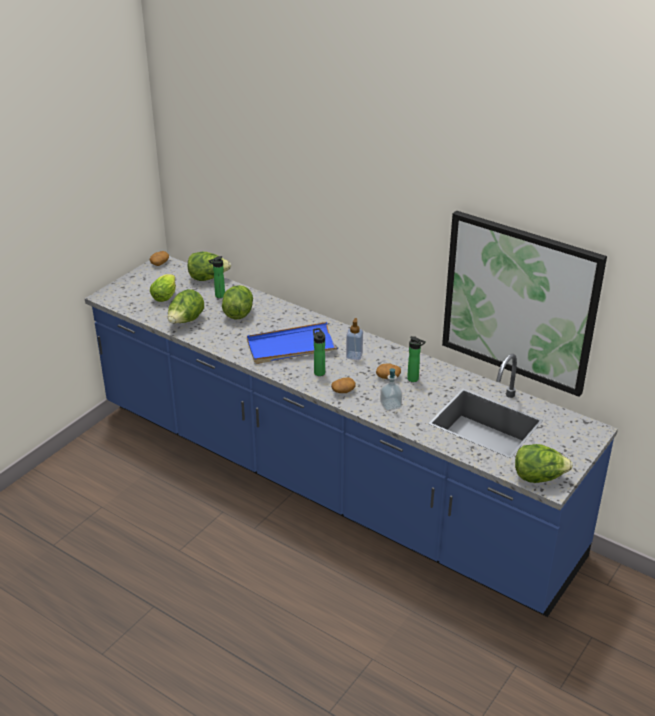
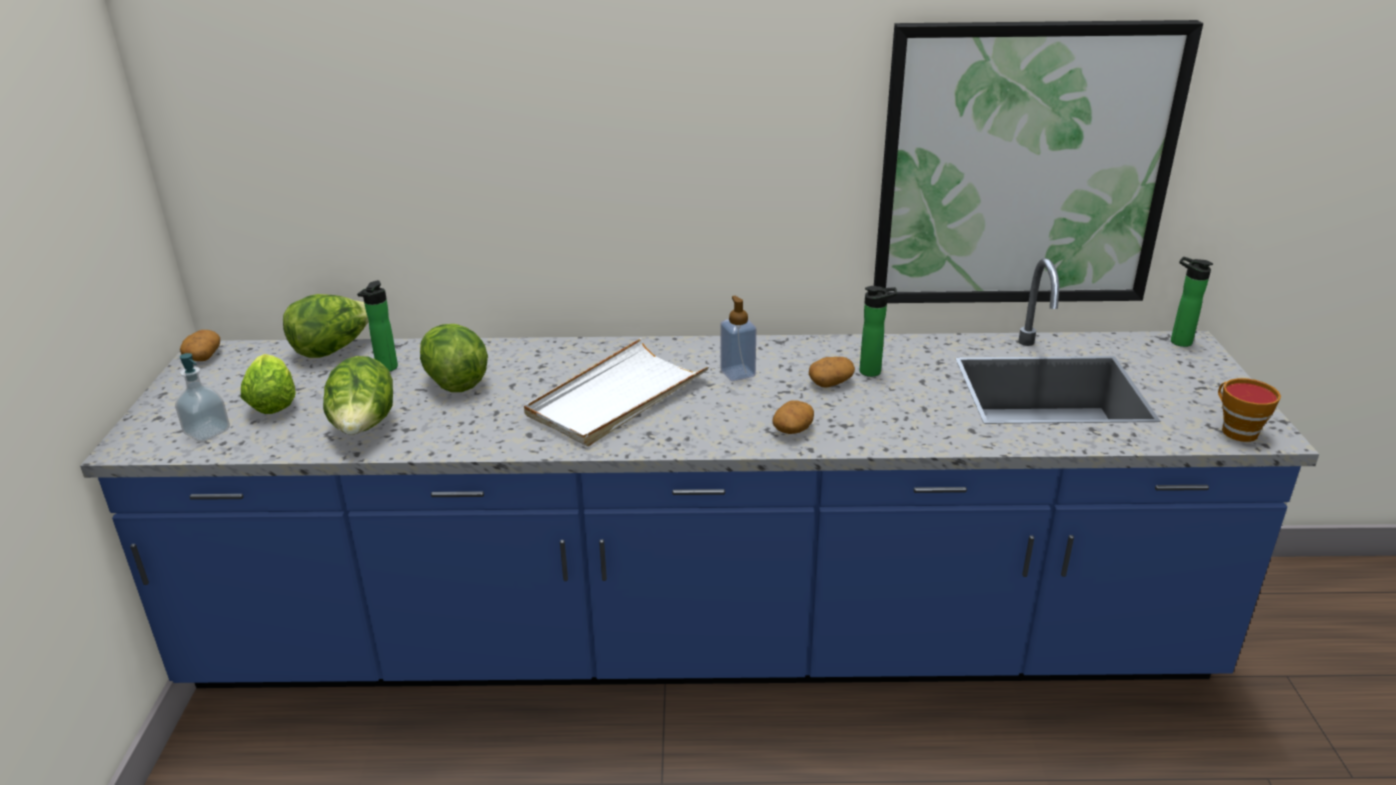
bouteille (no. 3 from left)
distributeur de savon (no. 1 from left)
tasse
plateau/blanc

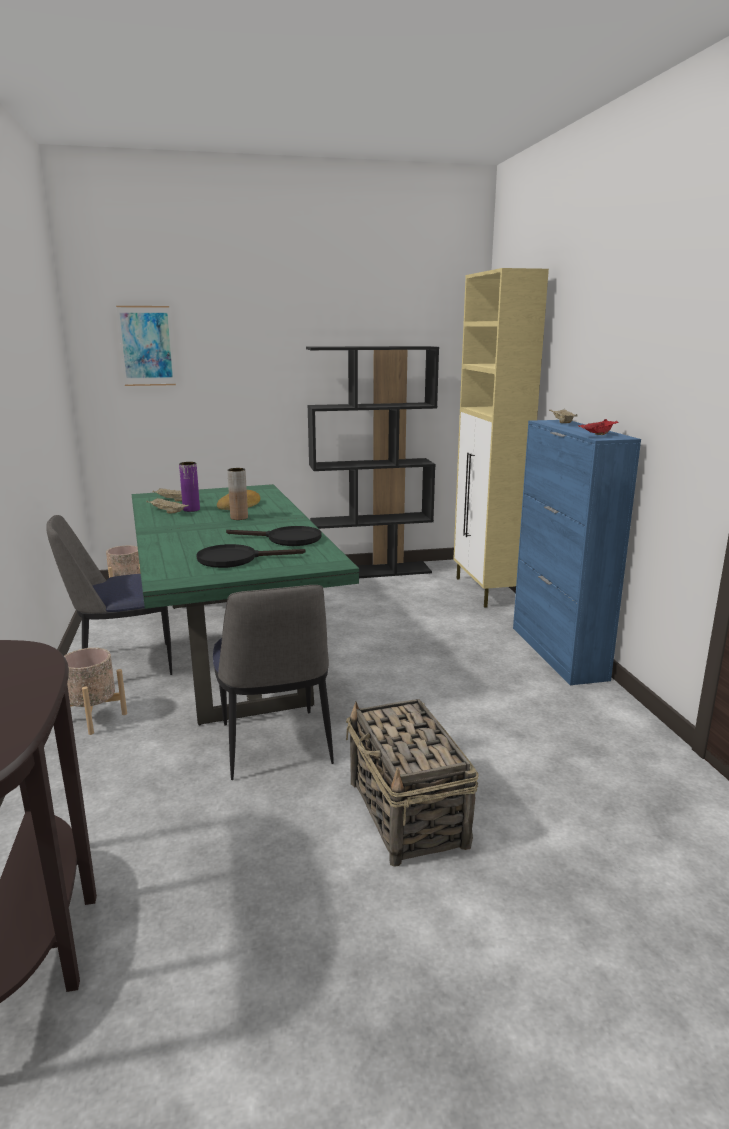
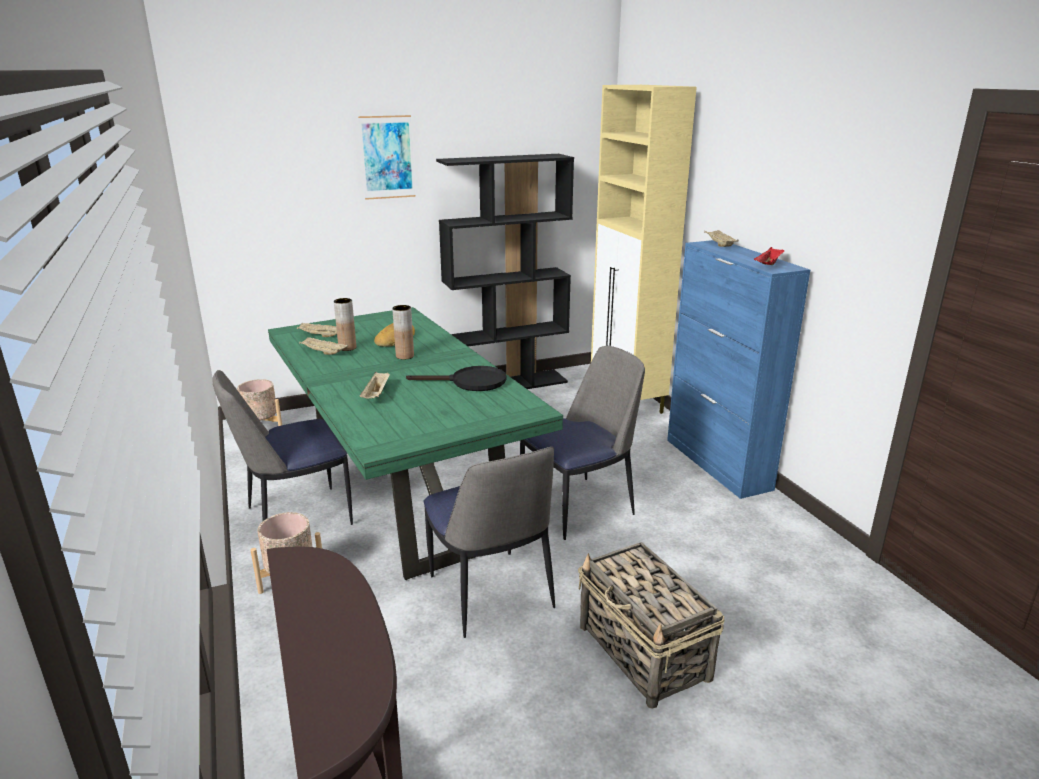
poêle/noir (no. 1 from left in the first image)
plateau/beige (no. 3 from left)
chaise (no. 3 from left)
tableau
vase/marron (no. 1 from left)

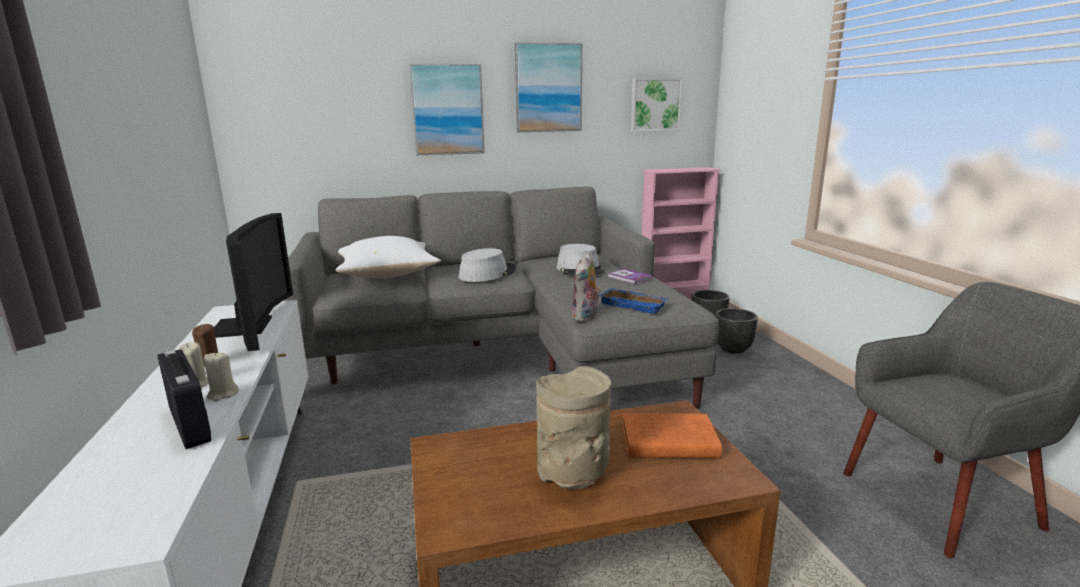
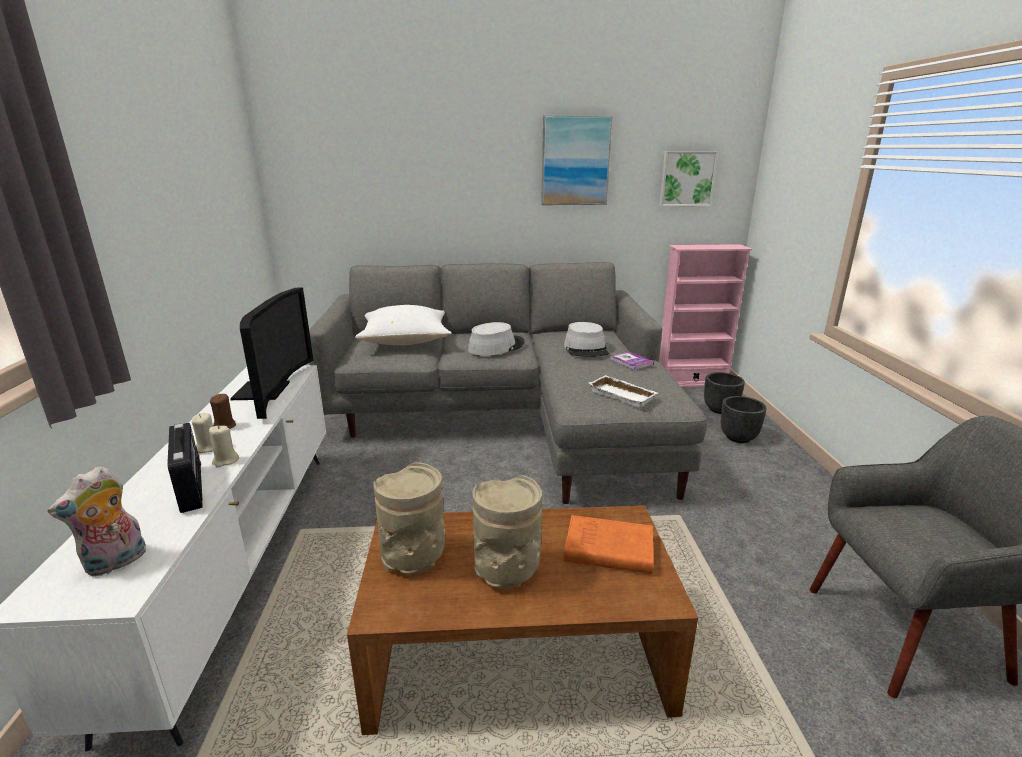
tableau (no. 1 from left in the first image)
vase/beige (no. 1 from left)
peluche
plateau/blanc

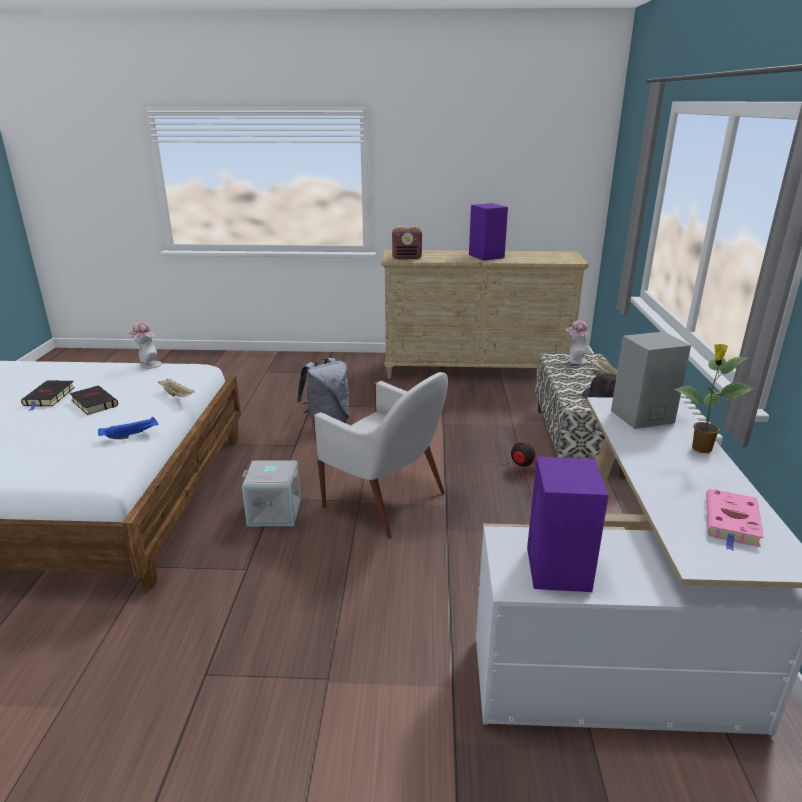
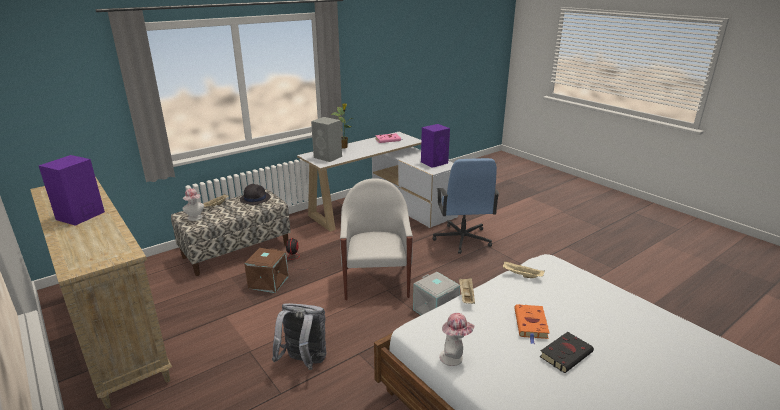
radio
boîte de rangement/marron
chaise de bureau/bleu
livre/orange
plateau/beige (no. 3 from left)

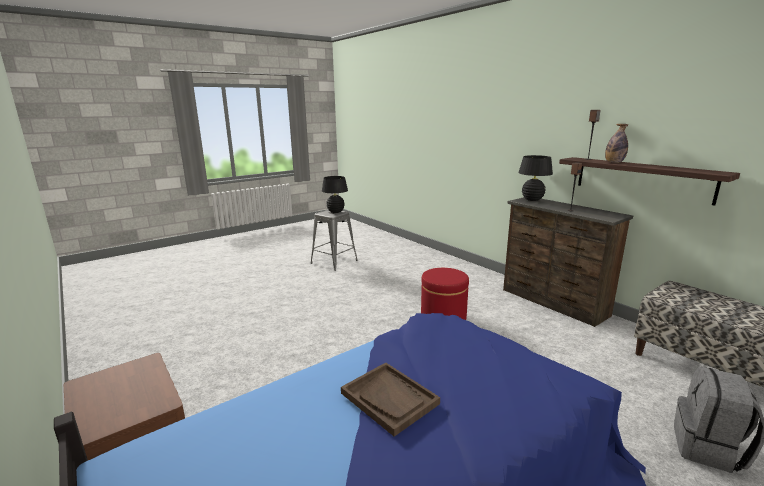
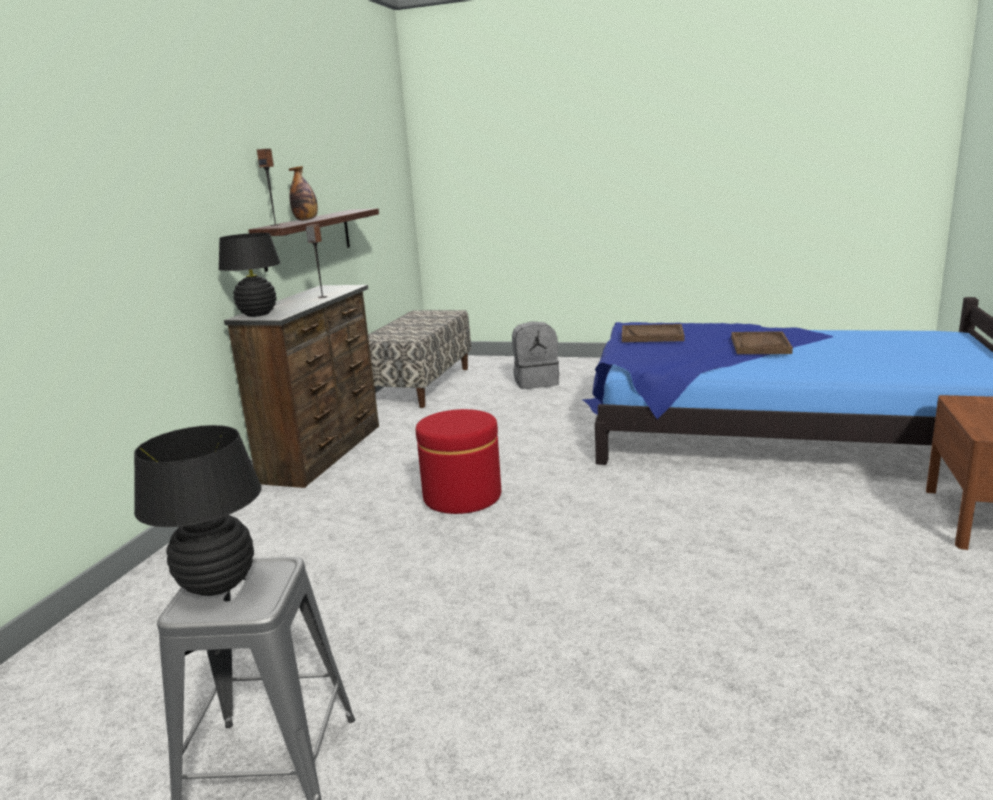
plateau/marron (no. 1 from left)

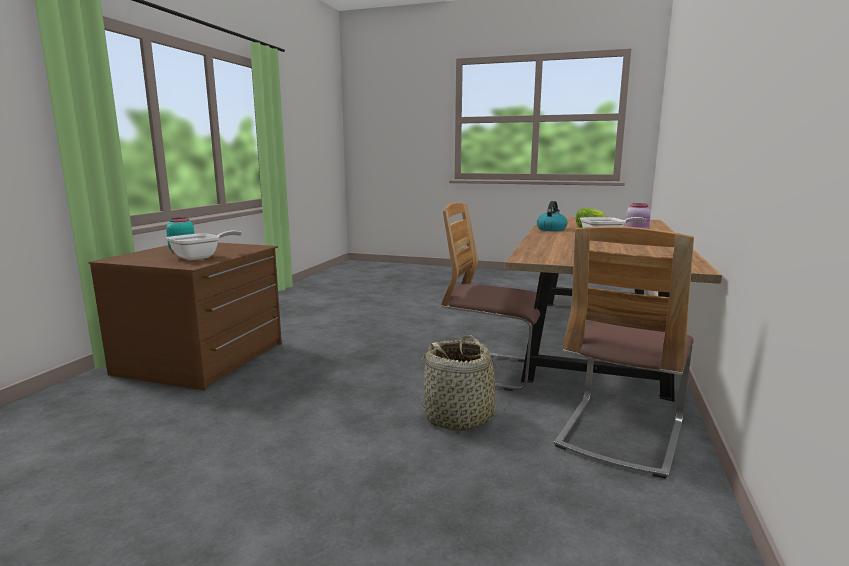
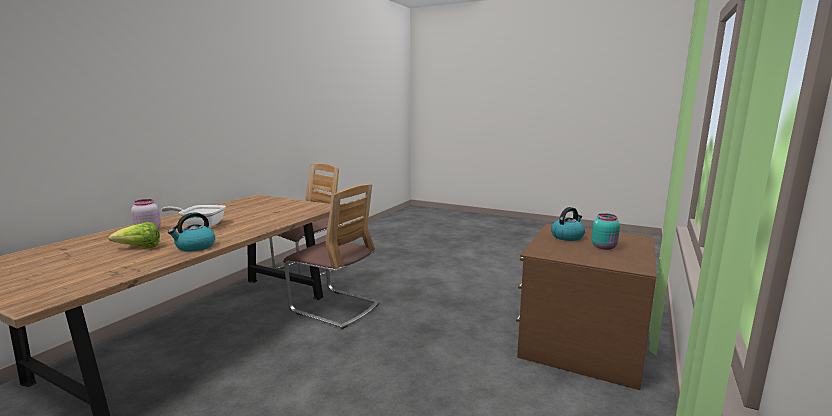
panier
bouilloire (no. 2 from left)

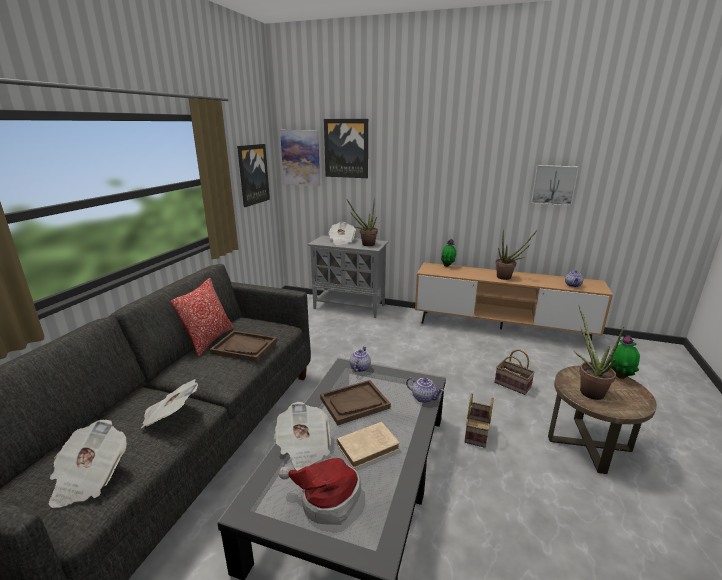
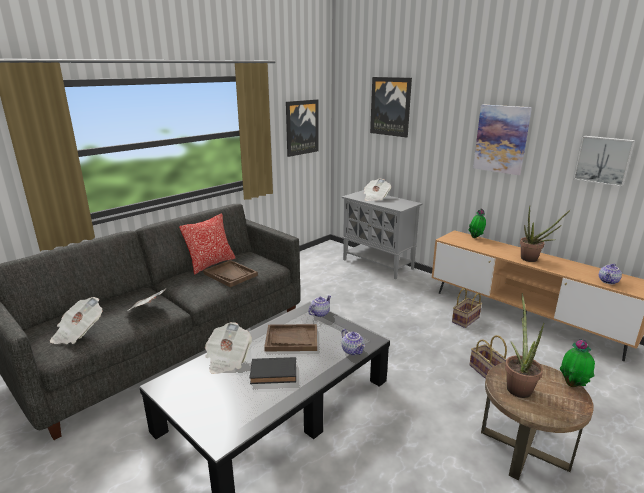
chapeau
plante en pot (no. 1 from left in the first image)
tableau (no. 3 from left)
panier (no. 1 from left)
livre/noir

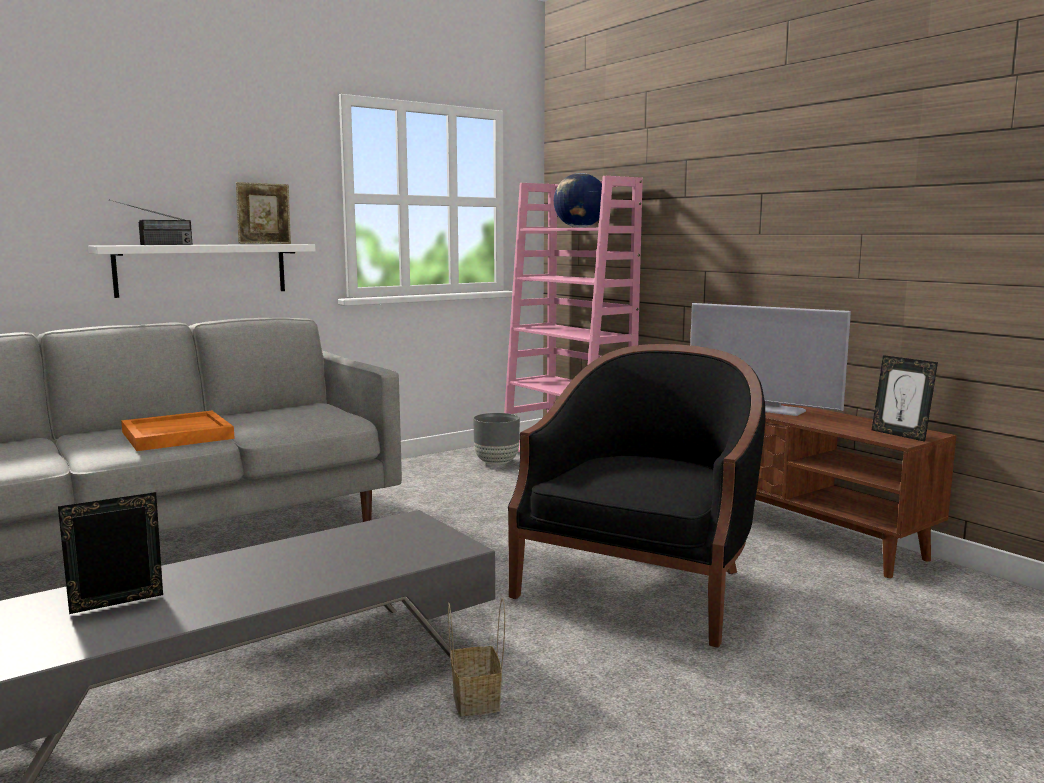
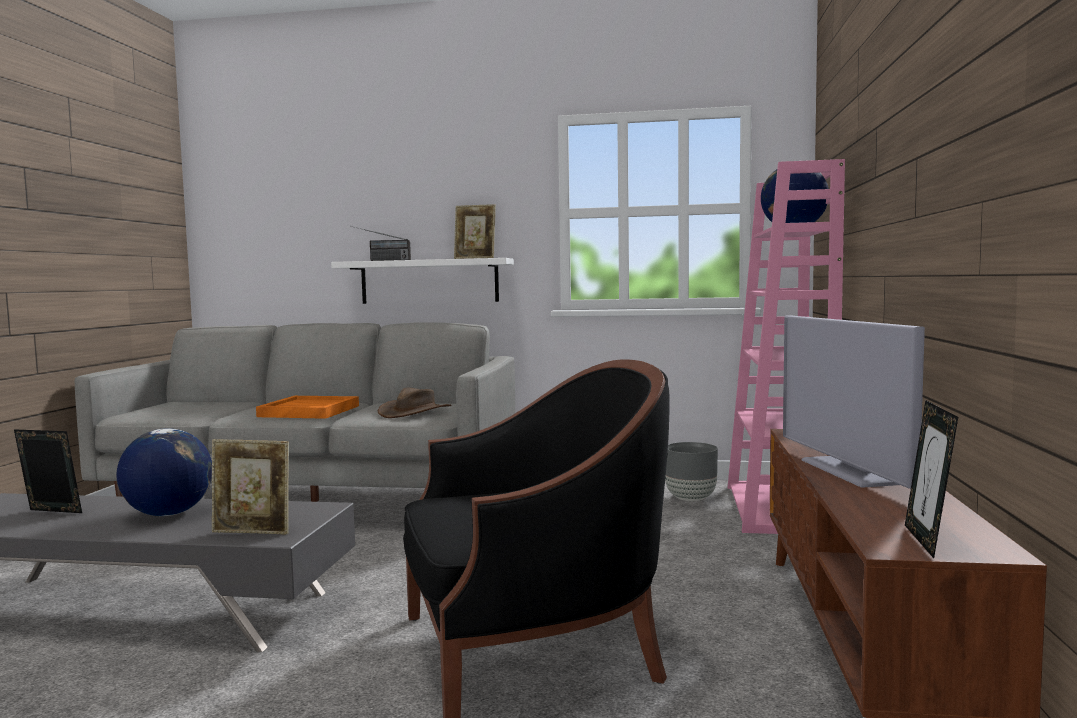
panier
globe (no. 1 from left)
cadre photo (no. 2 from left)
chapeau/marron

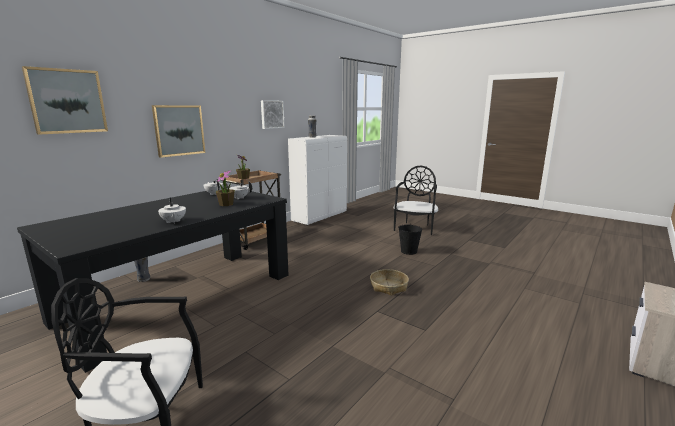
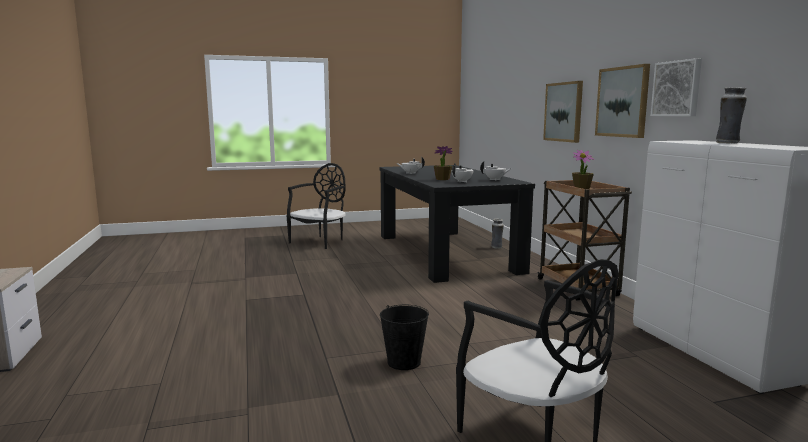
panier
tableau (no. 2 from left)

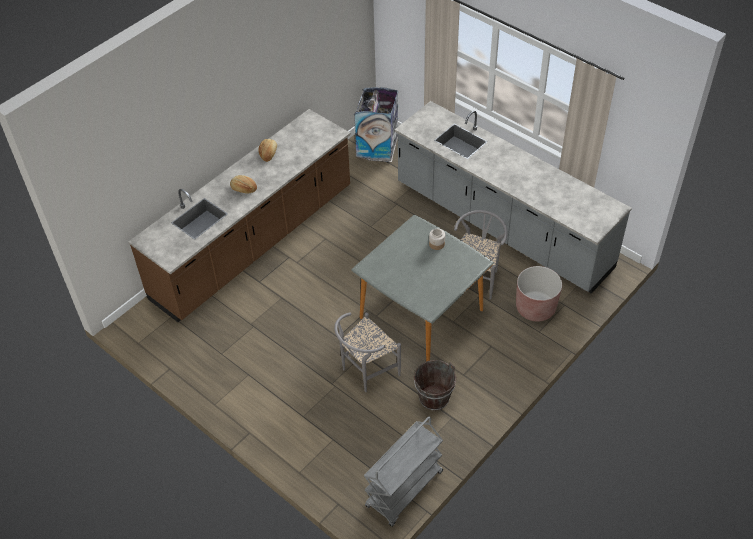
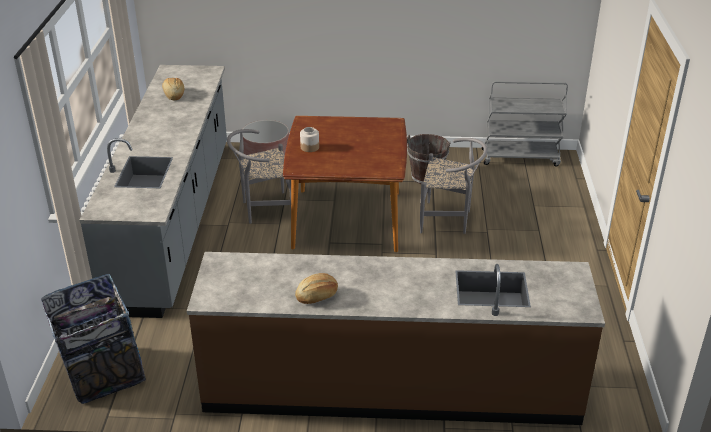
pain (no. 1 from left)
table à manger/marron

